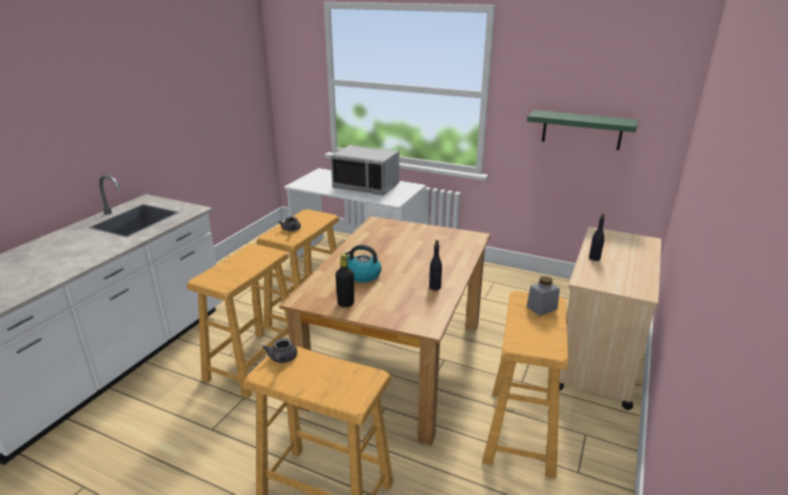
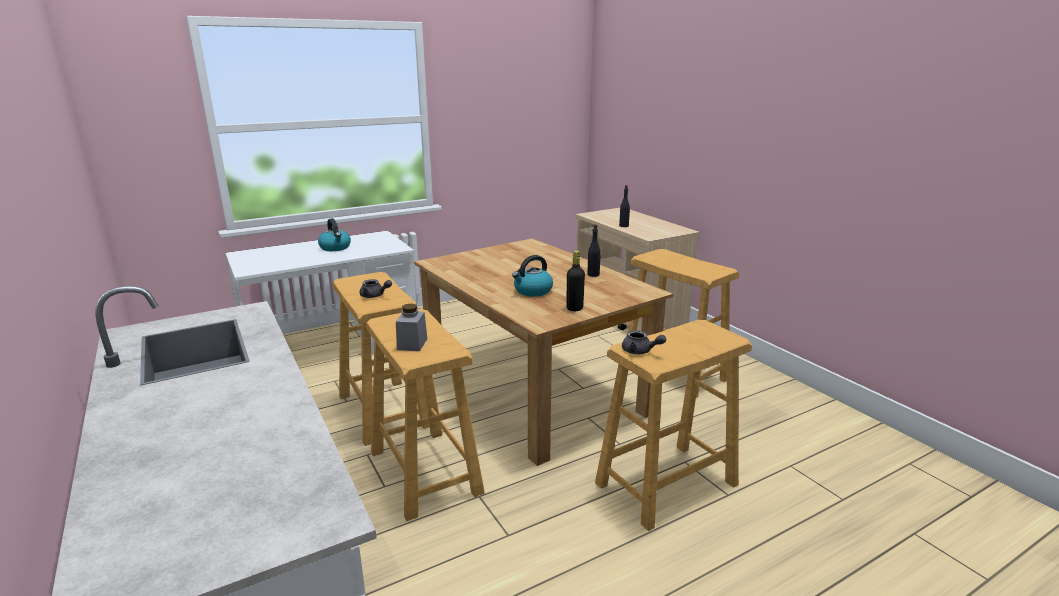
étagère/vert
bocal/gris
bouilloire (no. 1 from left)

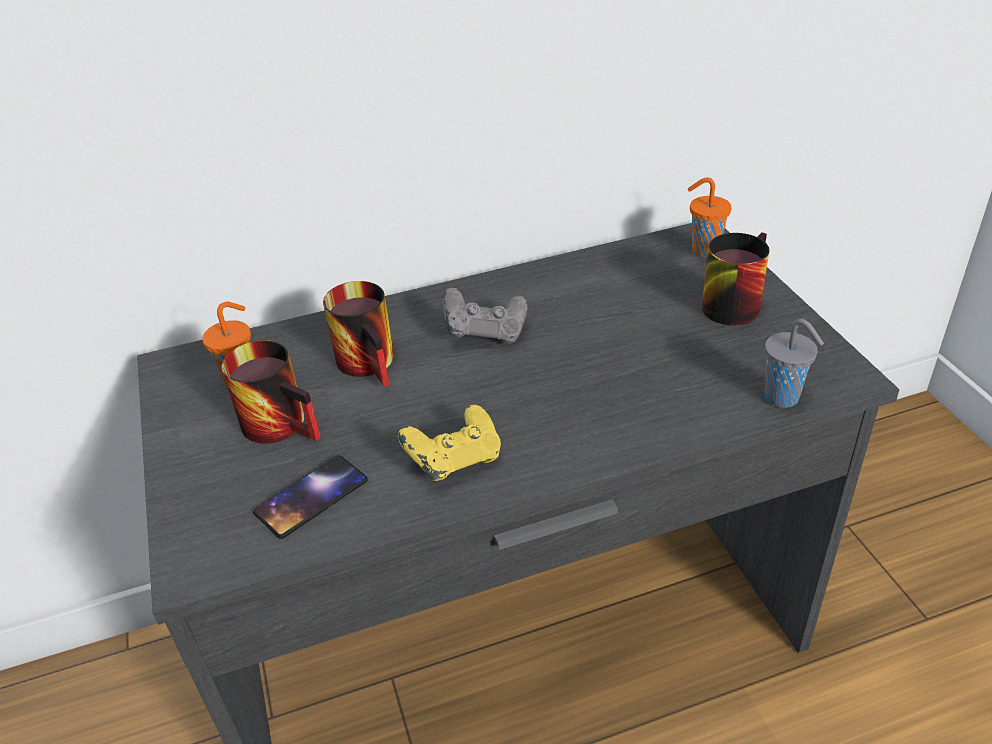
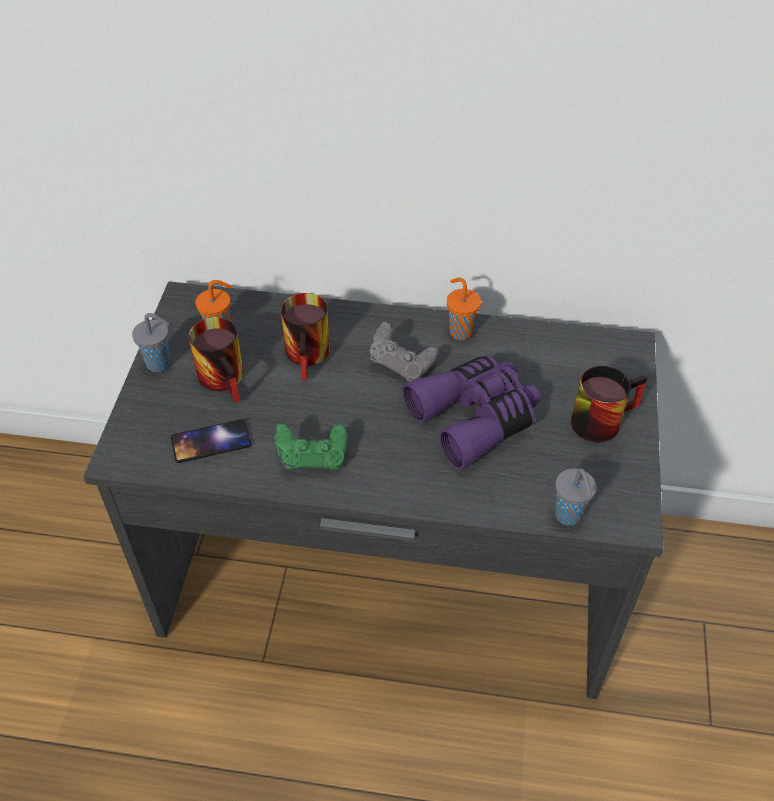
tasse/gris (no. 1 from left)
jumelles/violet
tasse/orange (no. 2 from left)
manette/vert

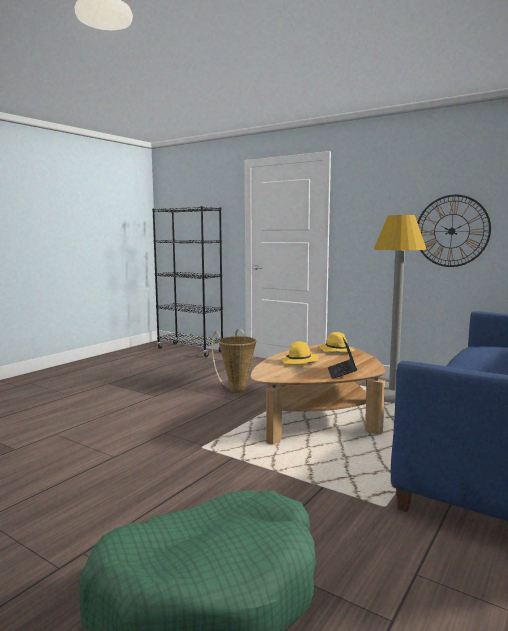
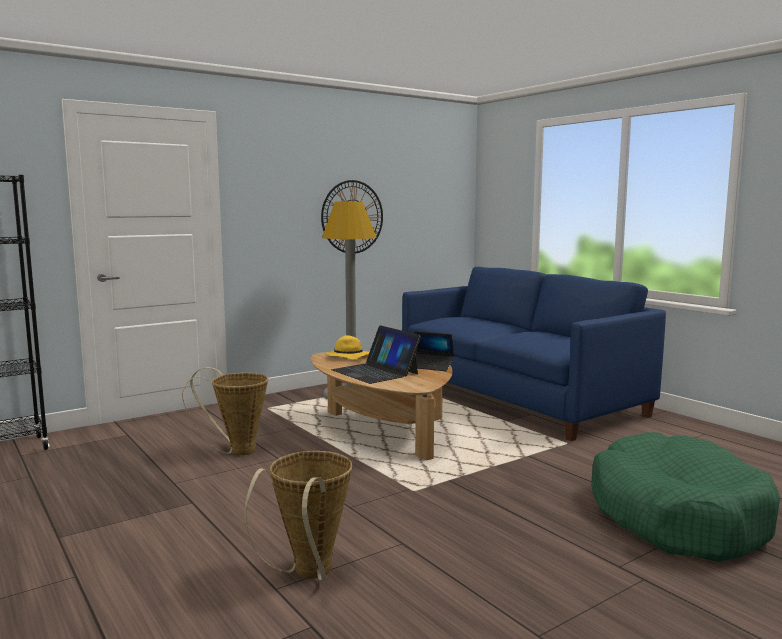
panier (no. 2 from left)
ordinateur portable (no. 1 from left)

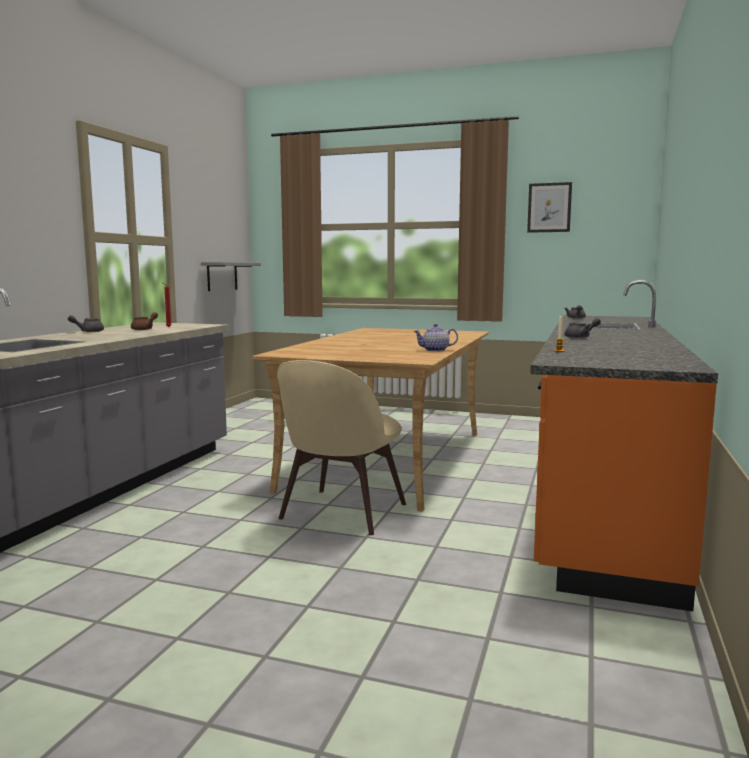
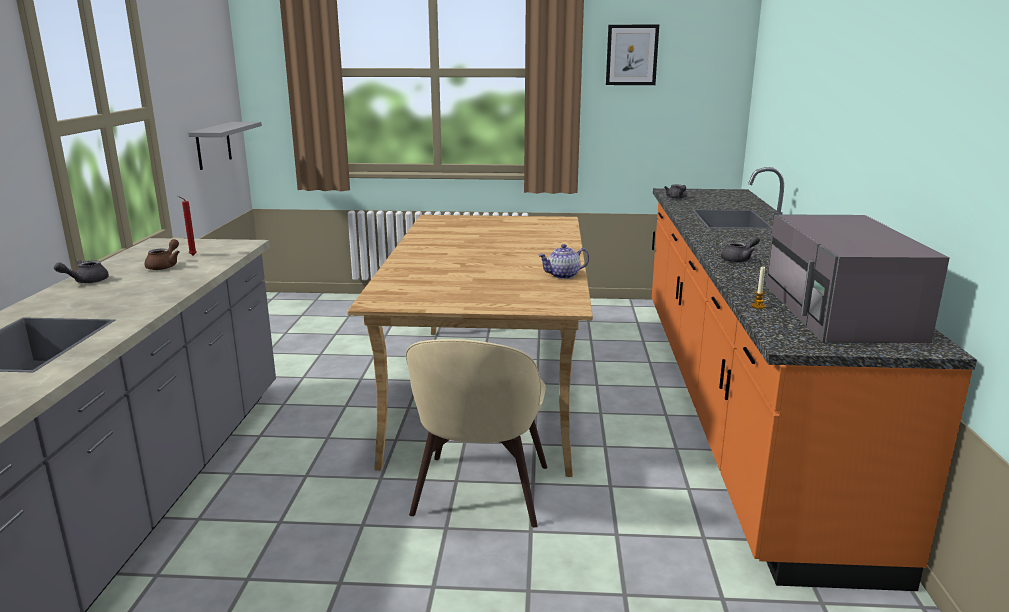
micro-ondes/gris

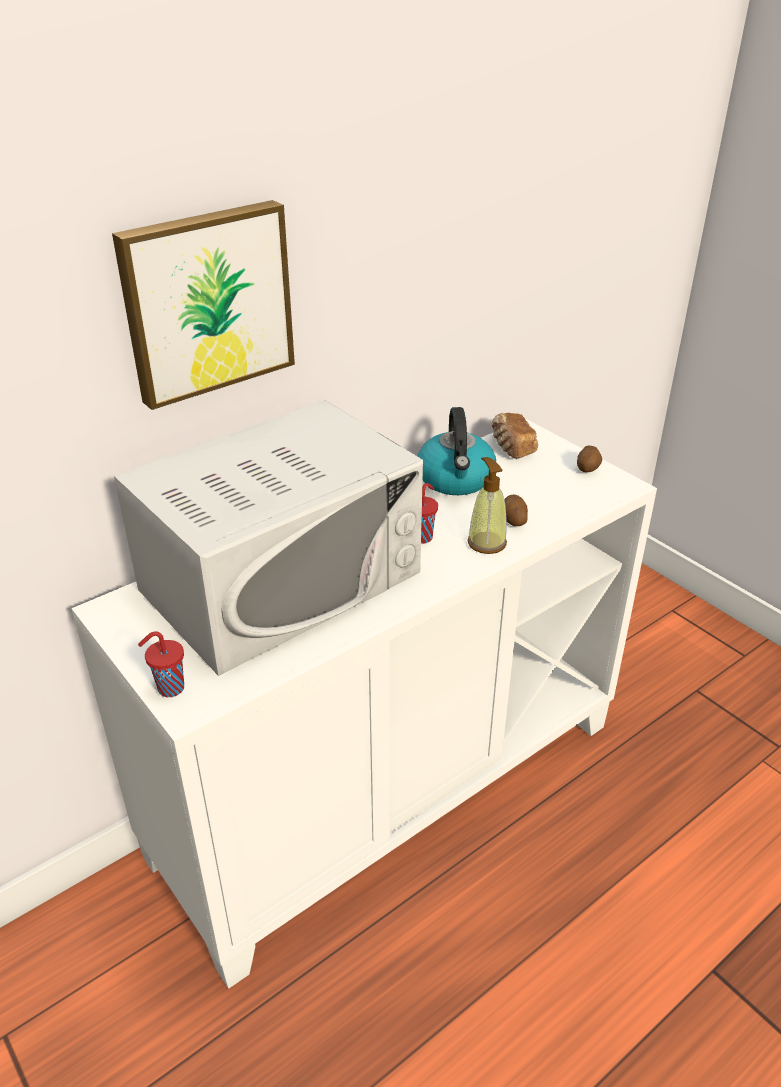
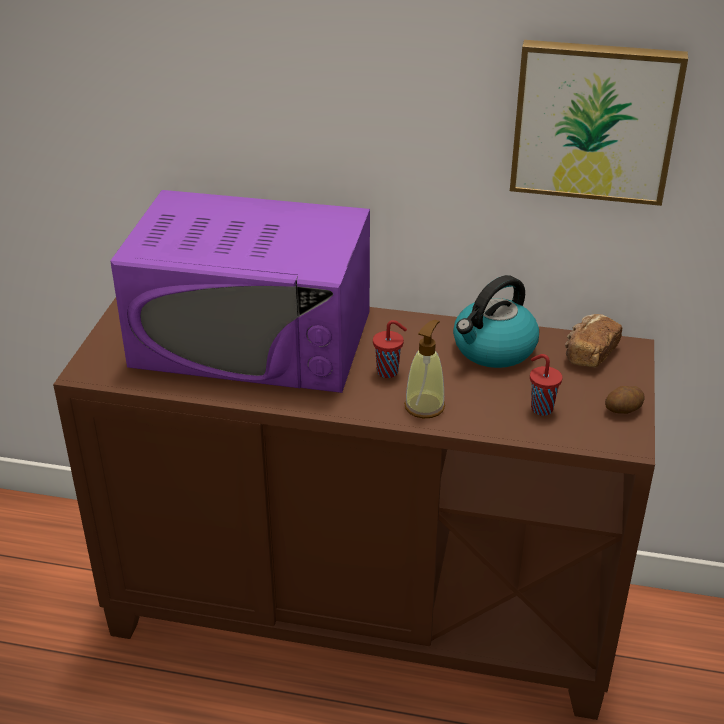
pomme de terre (no. 1 from left in the first image)
tableau
tasse/rouge (no. 2 from left)
meuble de rangement/marron
micro-ondes/violet

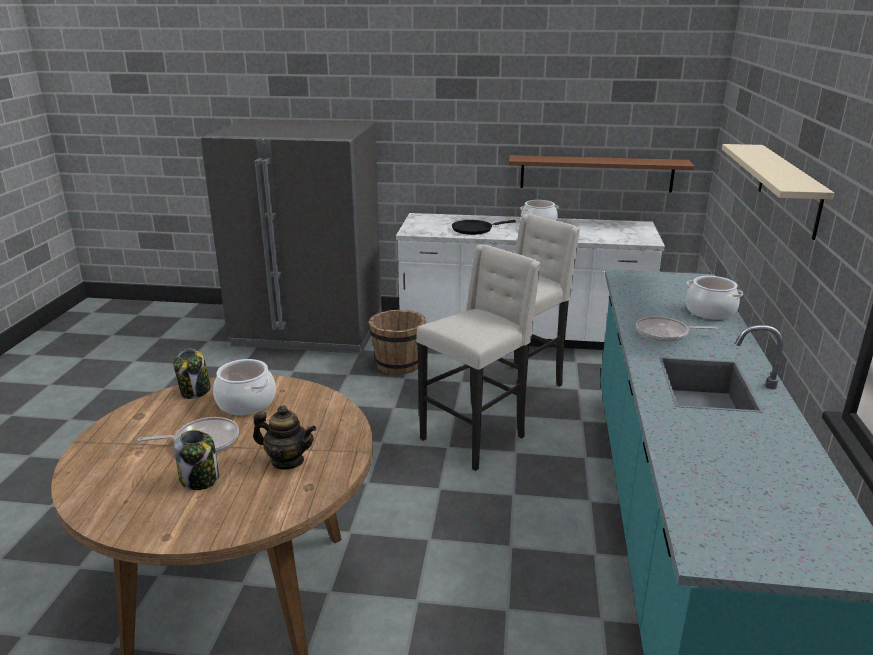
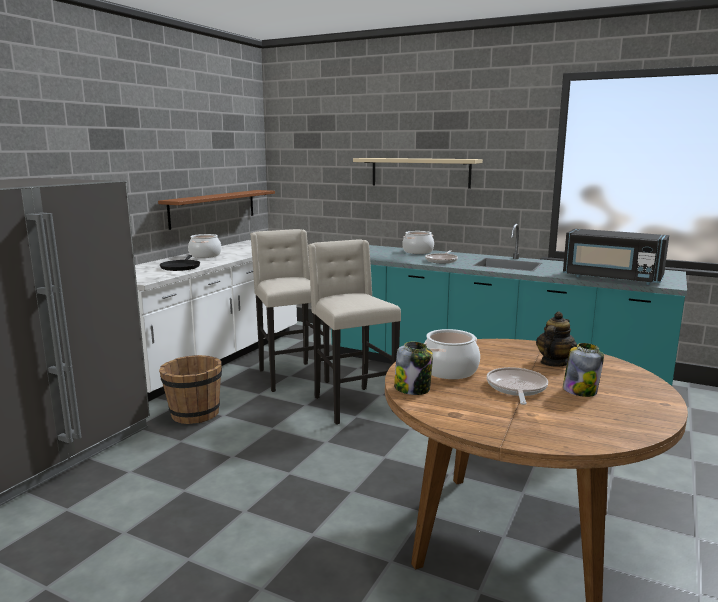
micro-ondes/noir

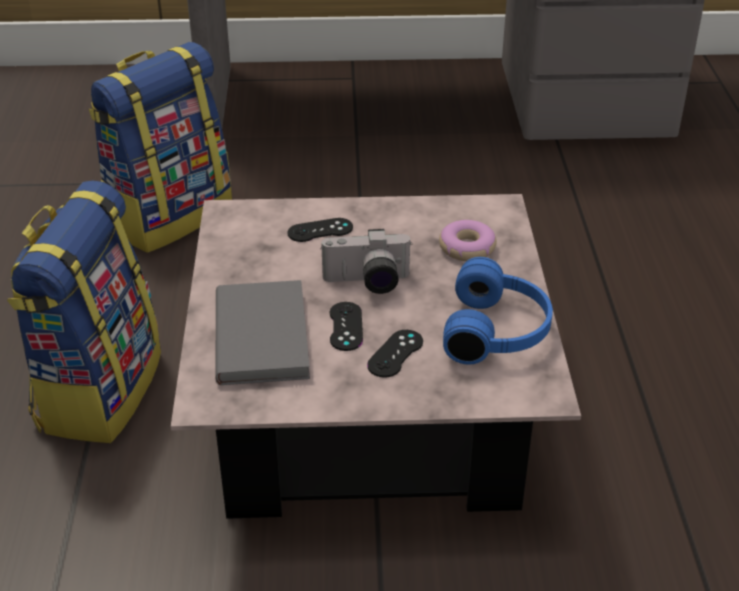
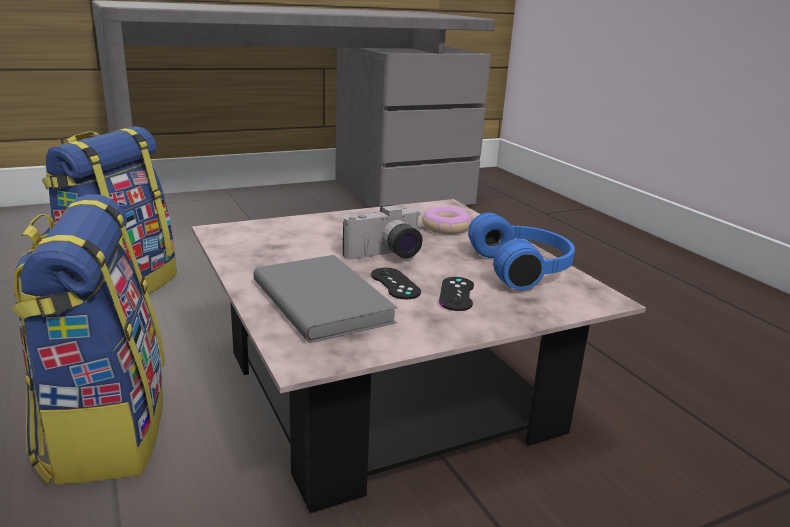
manette/noir (no. 1 from left in the first image)

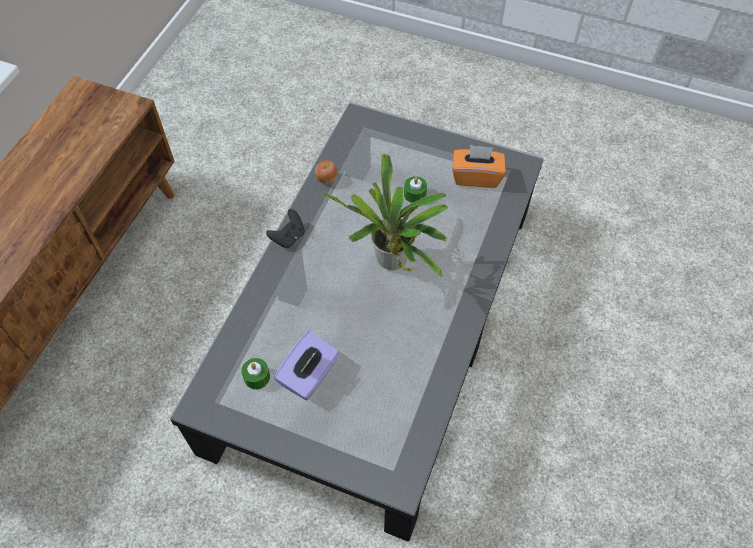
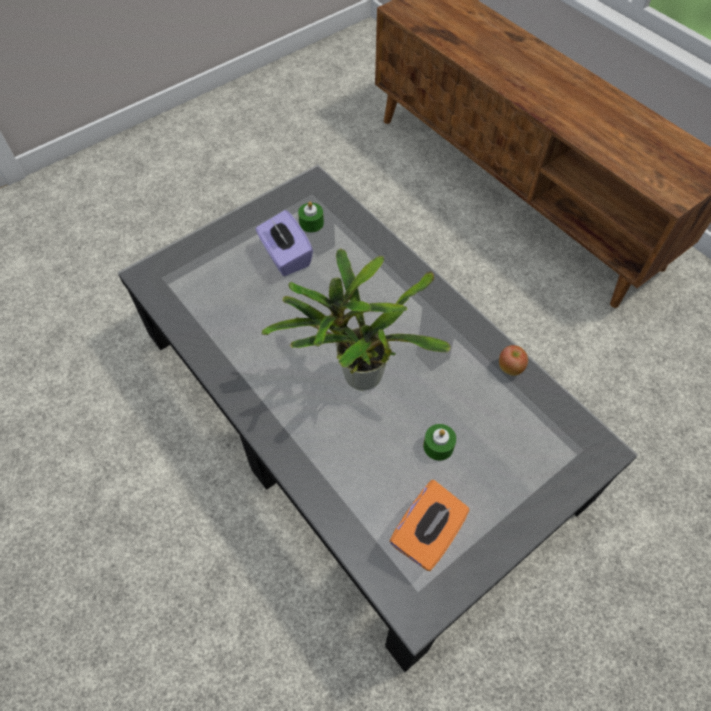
manette/noir

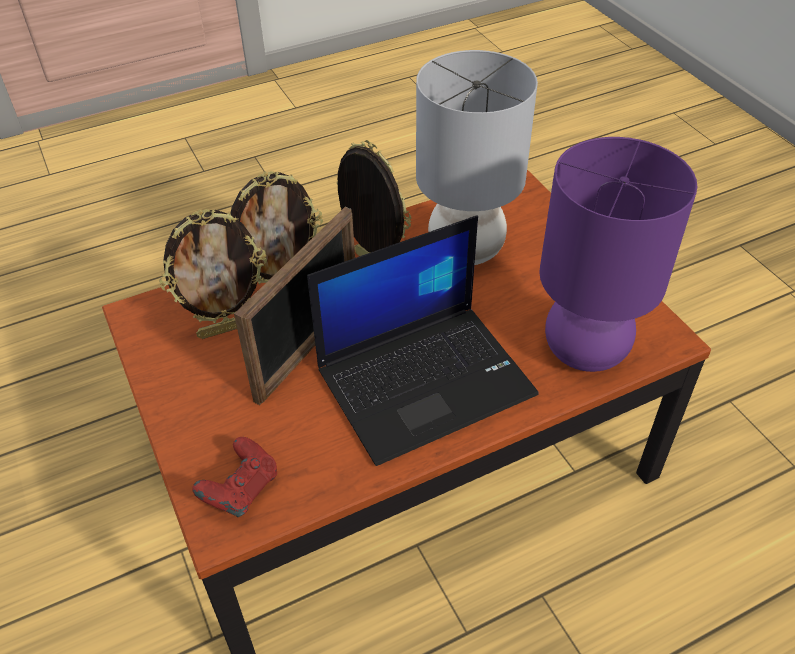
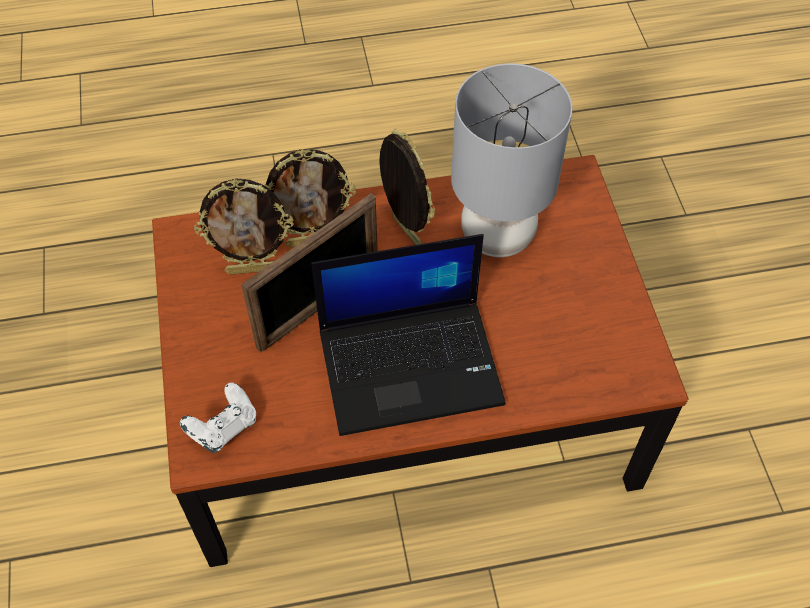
lampe de table/violet
manette/blanc

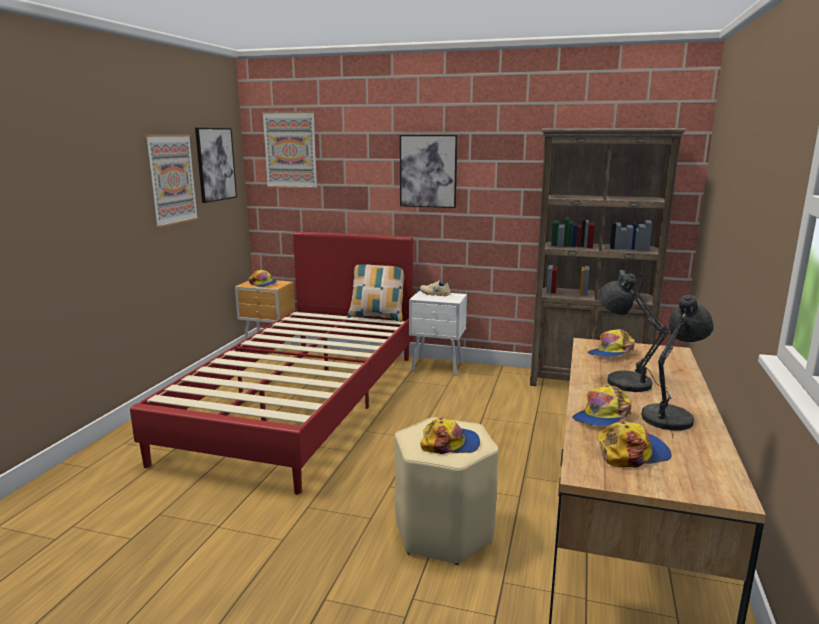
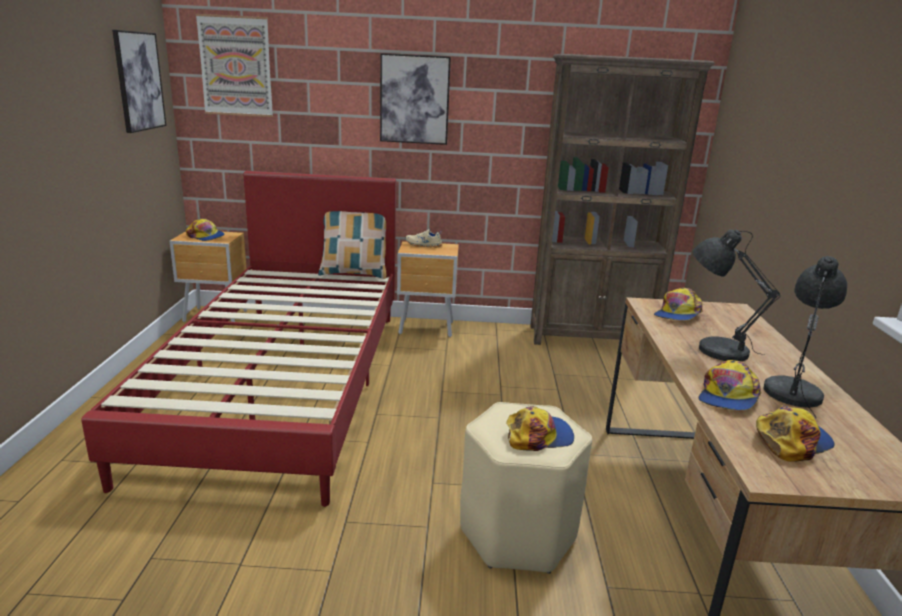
tableau (no. 1 from left in the first image)
table de chevet/marron (no. 2 from left)

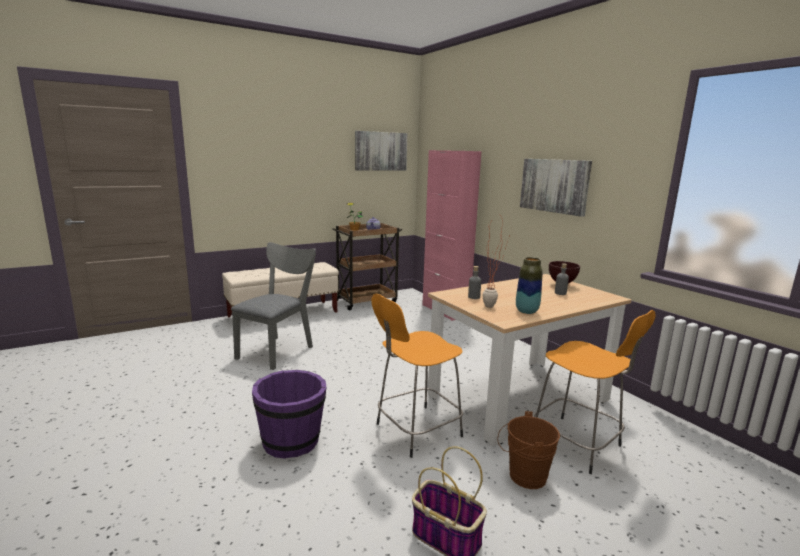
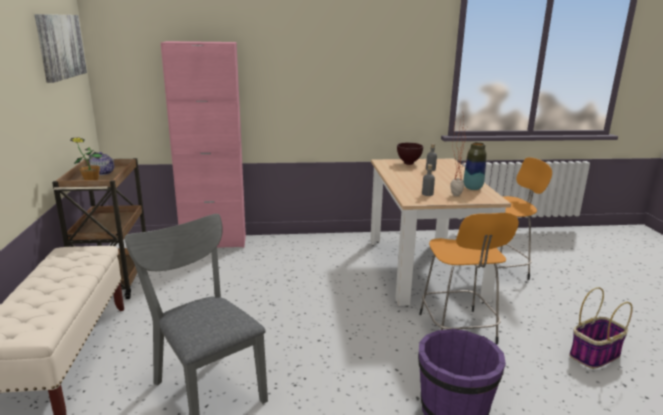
seau/marron
tableau (no. 2 from left in the first image)

